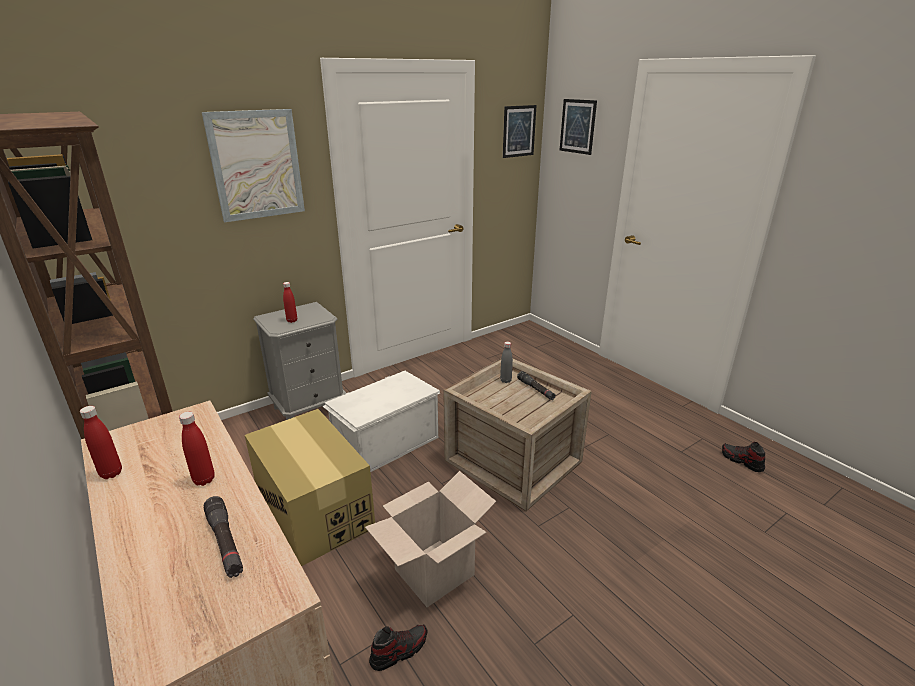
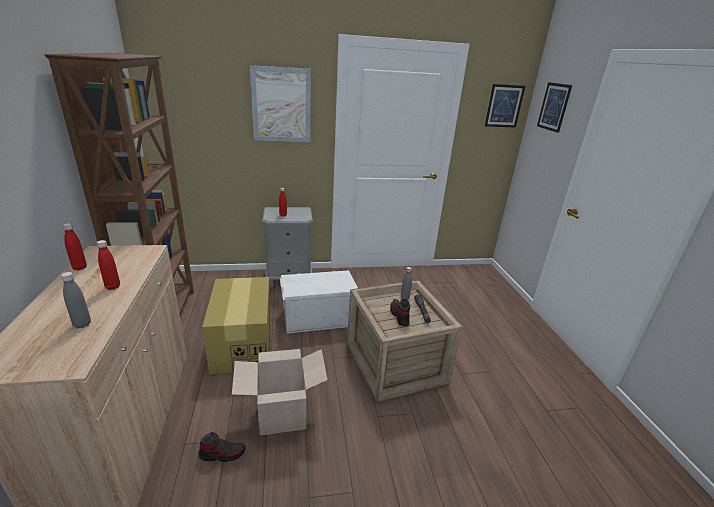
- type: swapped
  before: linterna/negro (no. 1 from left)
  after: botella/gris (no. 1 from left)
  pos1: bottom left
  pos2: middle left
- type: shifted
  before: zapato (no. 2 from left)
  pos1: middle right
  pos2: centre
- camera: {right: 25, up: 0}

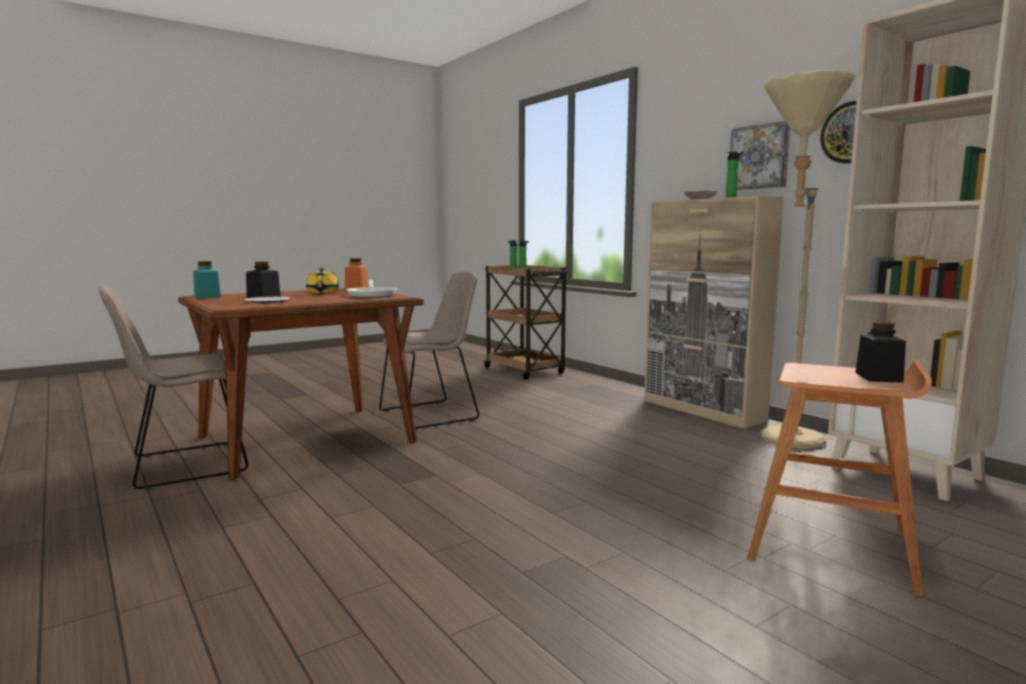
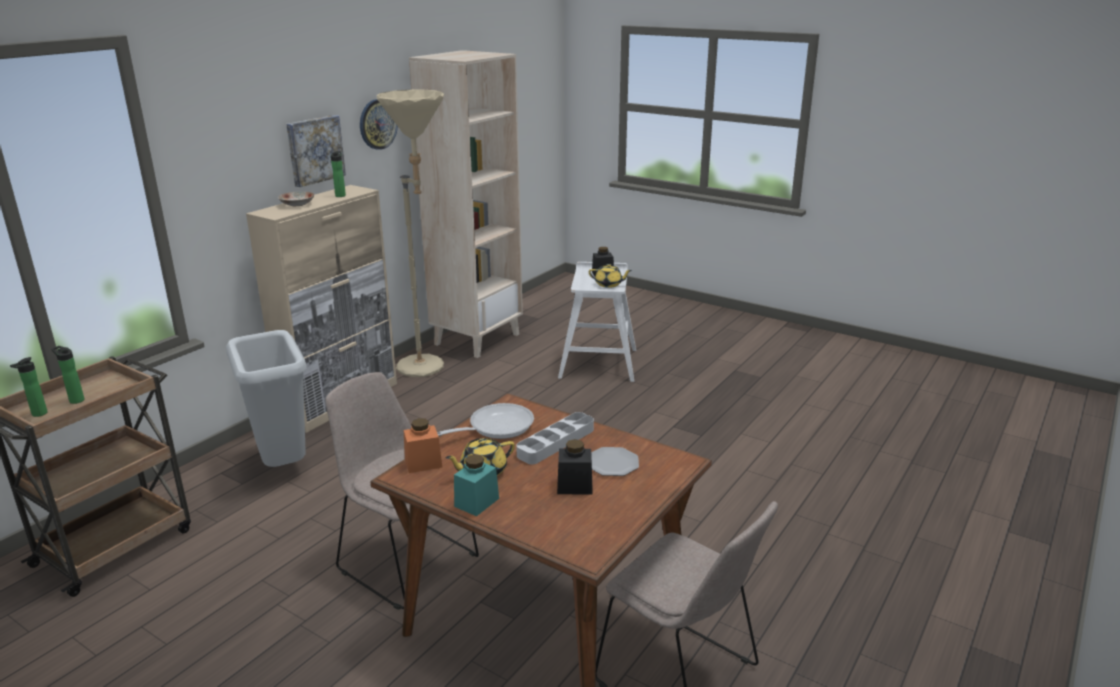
- type: new
  after: papelera/gris
  pos2: middle left
- type: shifted
  before: tarro/turquesa
  pos1: middle left
  pos2: bottom centre
- type: new
  after: bandeja/gris
  pos2: centre
- type: repainted
  before: taburete/marrón
  after: taburete/blanco
  pos1: bottom right
  pos2: centre
- type: new
  after: tetera/amarillo (no. 2 from left)
  pos2: centre
- camera: {right: -110, up: 15}

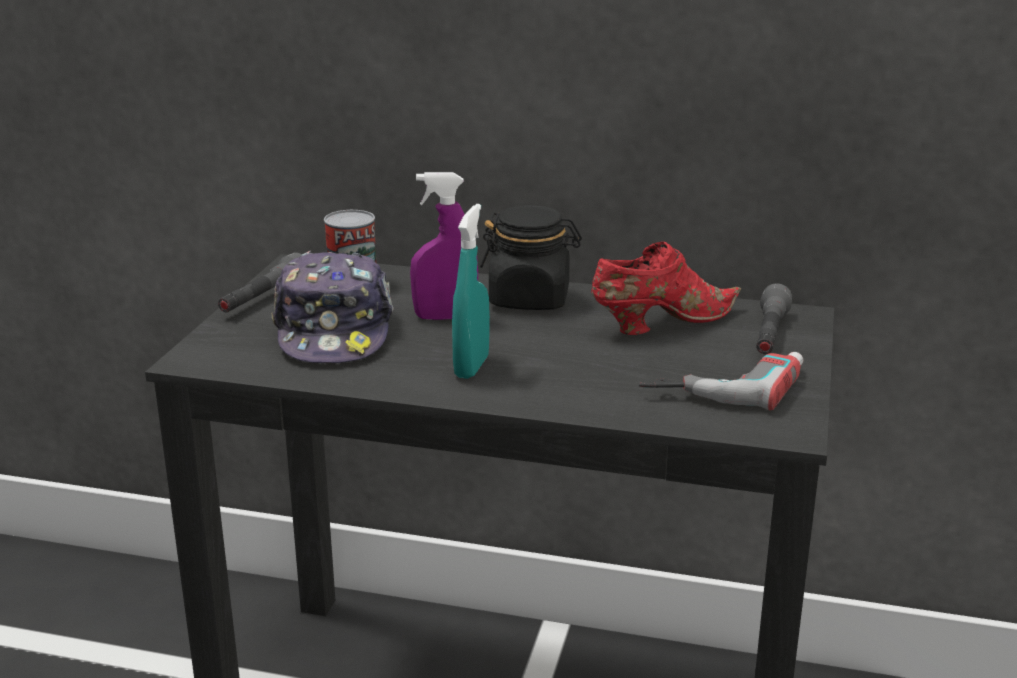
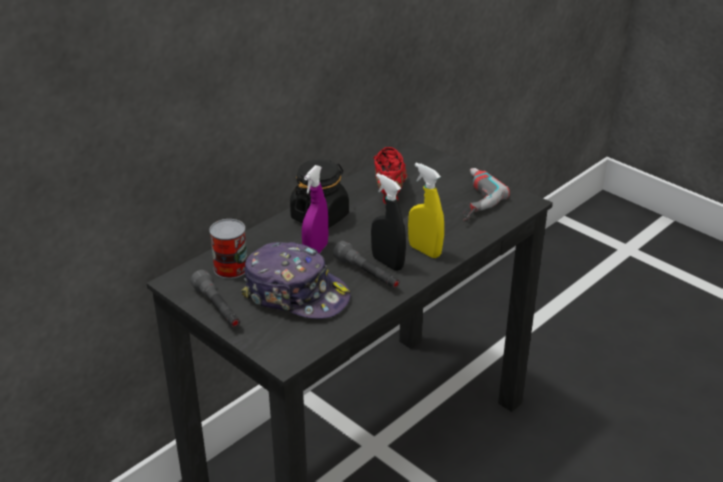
- type: shifted
  before: linterna/gris (no. 2 from left)
  pos1: middle right
  pos2: centre
- type: repainted
  before: pulverizador/turquesa
  after: pulverizador/negro
  pos1: centre
  pos2: centre
- type: new
  after: pulverizador/amarillo
  pos2: centre
- camera: {right: -60, up: 10}

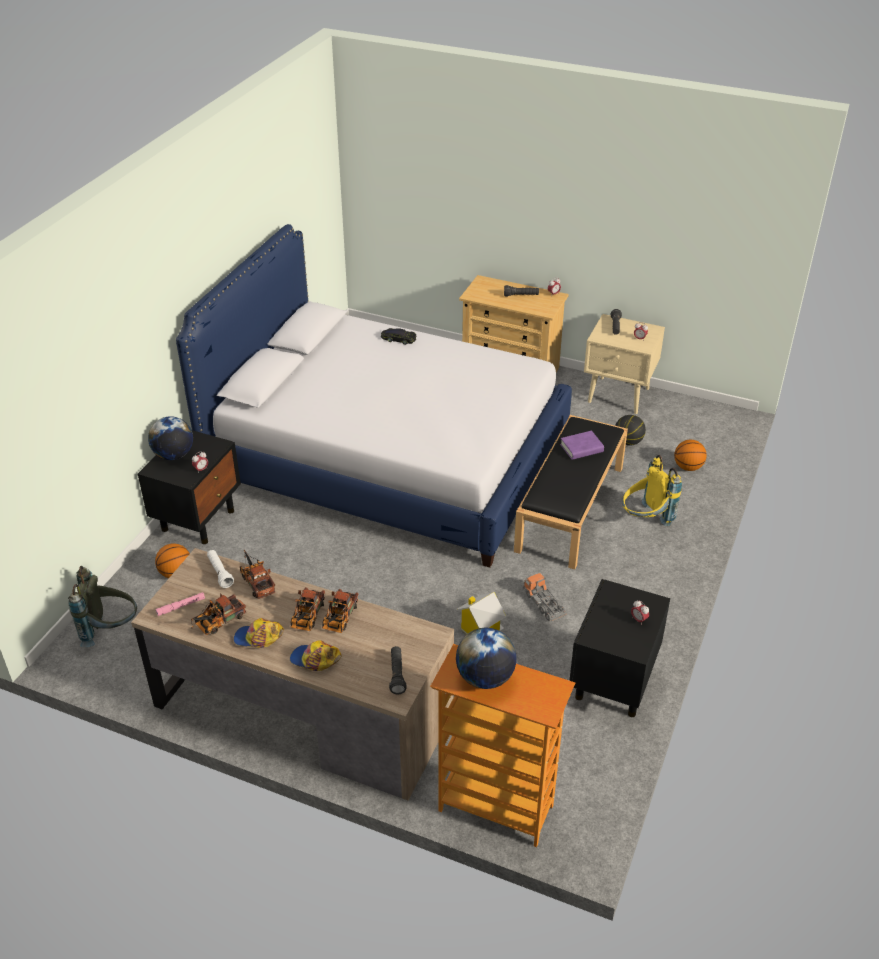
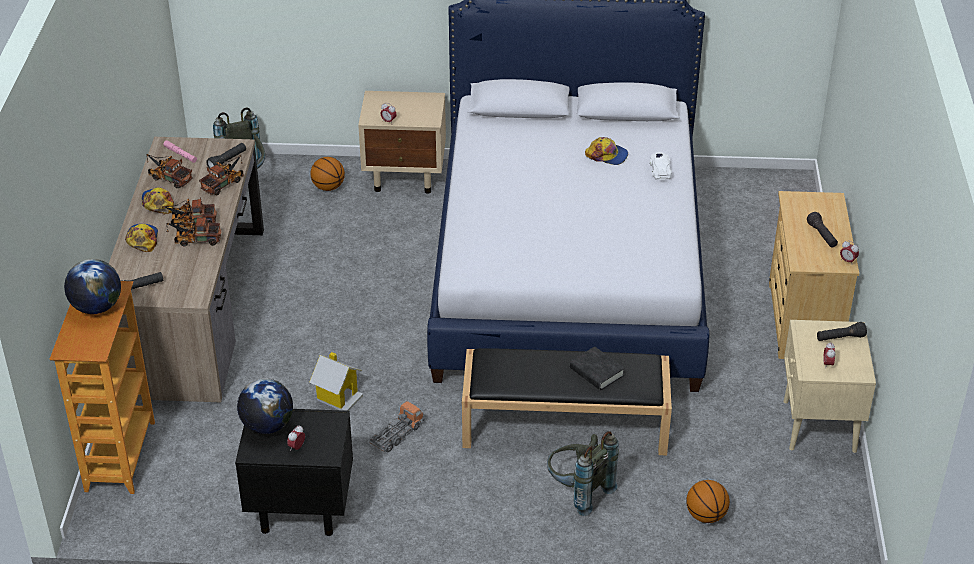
- type: repainted
  before: linterna/blanco
  after: linterna/negro (no. 2 from left)
  pos1: middle left
  pos2: top left
- type: shifted
  before: globo terráqueo (no. 1 from left in the first image)
  after: globo terráqueo (no. 2 from left)
  pos1: middle left
  pos2: bottom left
- type: repainted
  before: mesita de noche/negro (no. 1 from left)
  after: mesita de noche/beis (no. 1 from left)
  pos1: middle left
  pos2: top centre
- type: repainted
  before: mochila/amarillo
  after: mochila/gris (no. 2 from left)
  pos1: middle right
  pos2: bottom centre
- type: repainted
  before: libro/morado
  after: libro/negro
  pos1: centre
  pos2: centre
- type: new
  after: gorra (no. 3 from left)
  pos2: top centre
- type: repainted
  before: coche de juguete/negro
  after: coche de juguete/blanco
  pos1: centre
  pos2: top right
- type: gone
  before: balón de baloncesto (no. 2 from left)
  pos1: middle right
- camera: {right: 70, up: 0}

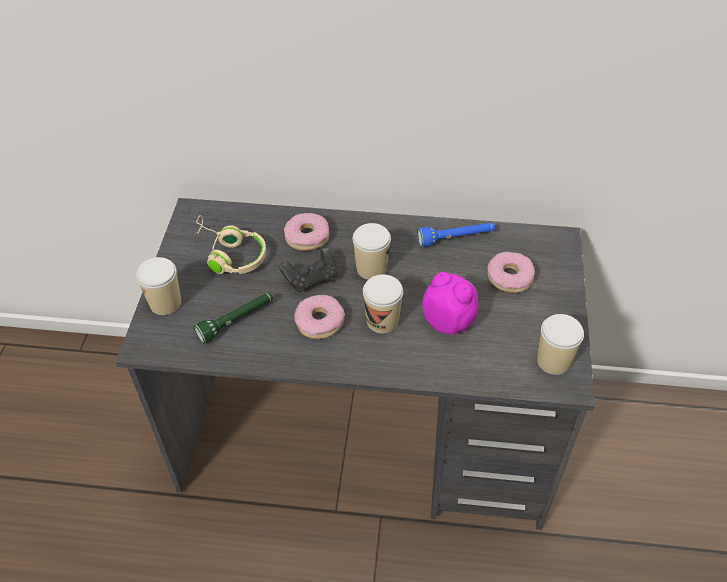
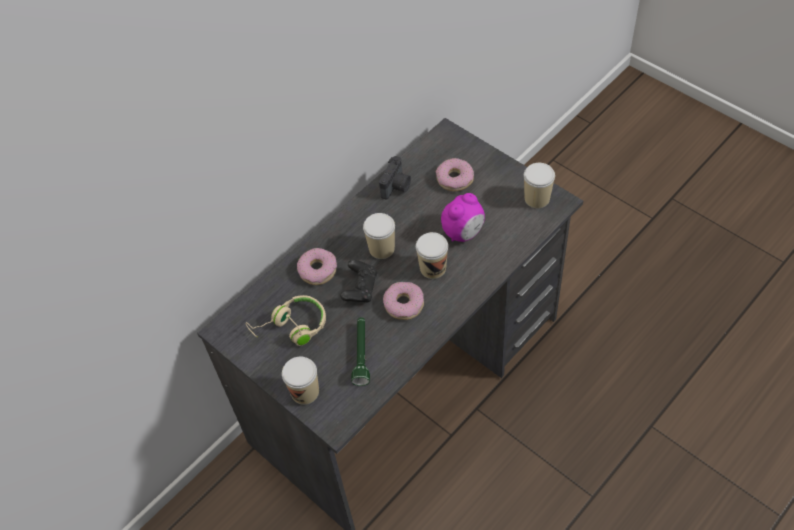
- type: swapped
  before: linterna/azul
  after: cámara
  pos1: centre
  pos2: centre
- type: rotated
  before: despertador
  pos1: centre
  pos2: centre
  turn: 150
- camera: {right: -50, up: 5}

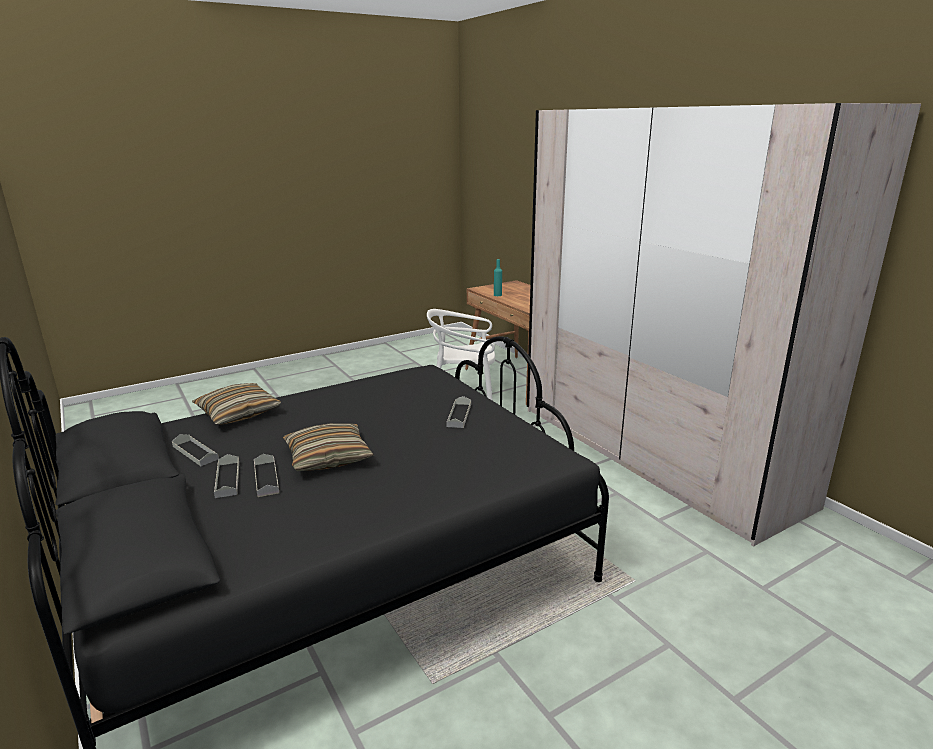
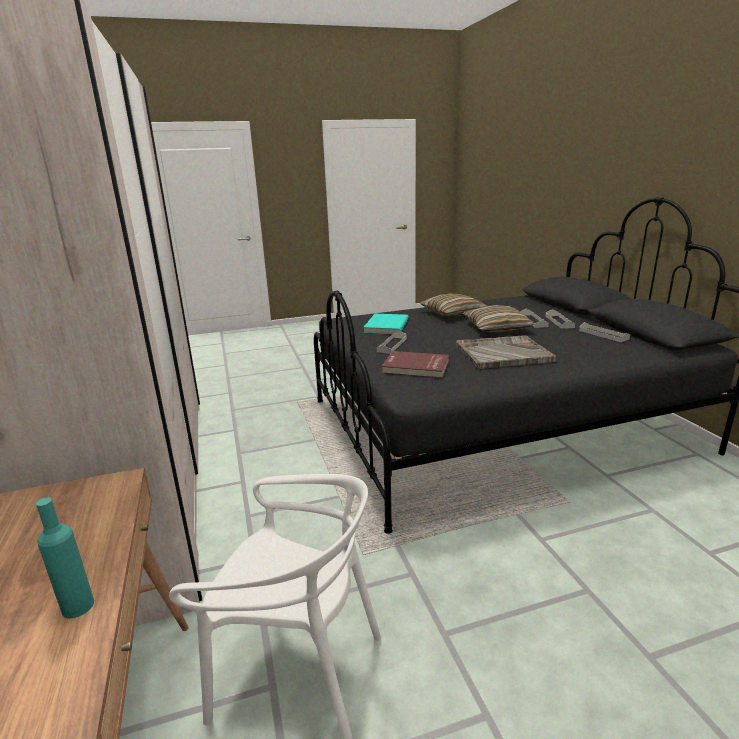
- type: new
  after: libro/turquesa
  pos2: centre
- type: new
  after: libro/rojo
  pos2: centre
- type: shifted
  before: cojín (no. 1 from left)
  pos1: middle left
  pos2: centre
- type: new
  after: bandeja/gris (no. 2 from left)
  pos2: middle right
- camera: {right: -165, up: 0}

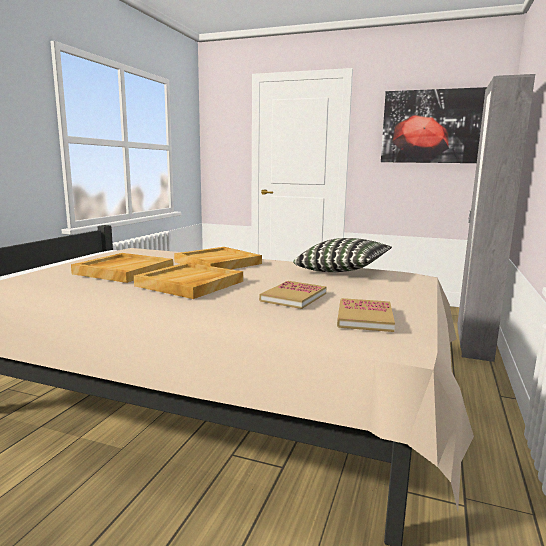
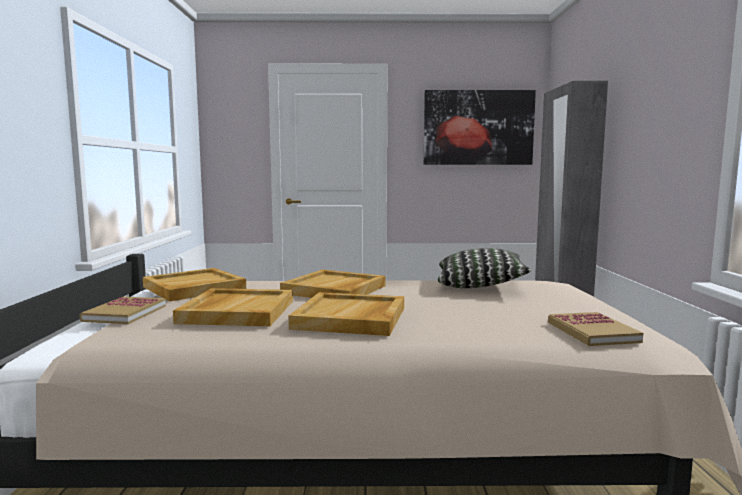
- type: shifted
  before: libro (no. 1 from left)
  pos1: centre
  pos2: middle left
- type: new
  after: bandeja/beis (no. 1 from left)
  pos2: middle left
- camera: {right: -20, up: -5}

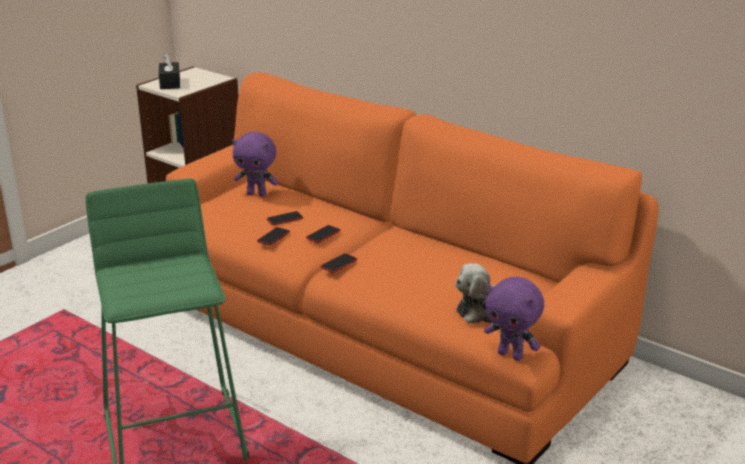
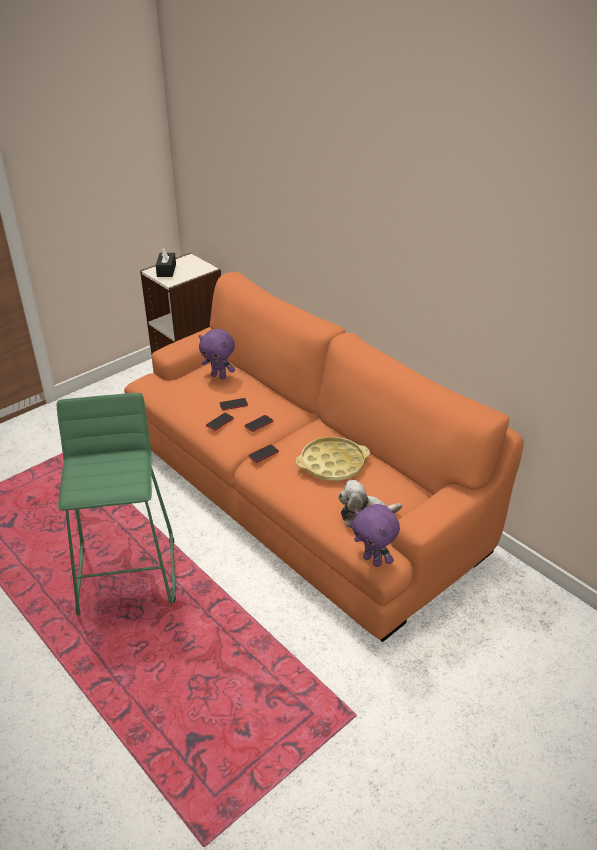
- type: new
  after: bandeja/amarillo
  pos2: centre
- camera: {right: 10, up: 10}

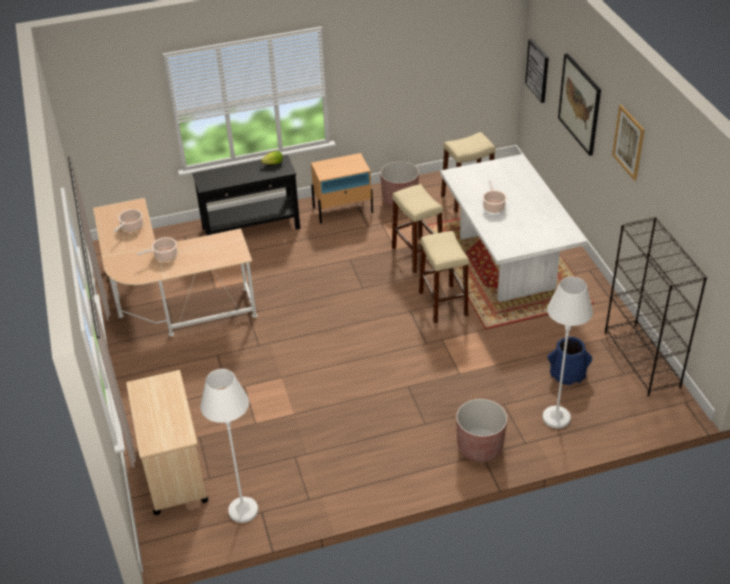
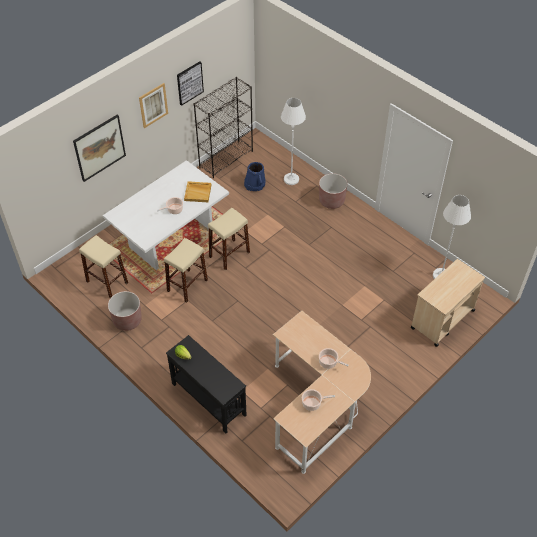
- type: shifted
  before: cuadro (no. 1 from left in the first image)
  after: cuadro (no. 3 from left)
  pos1: top right
  pos2: top centre
- type: new
  after: bandeja/beis
  pos2: centre
- type: gone
  before: mesita de noche/beis
  pos1: top centre
- camera: {right: -120, up: 10}

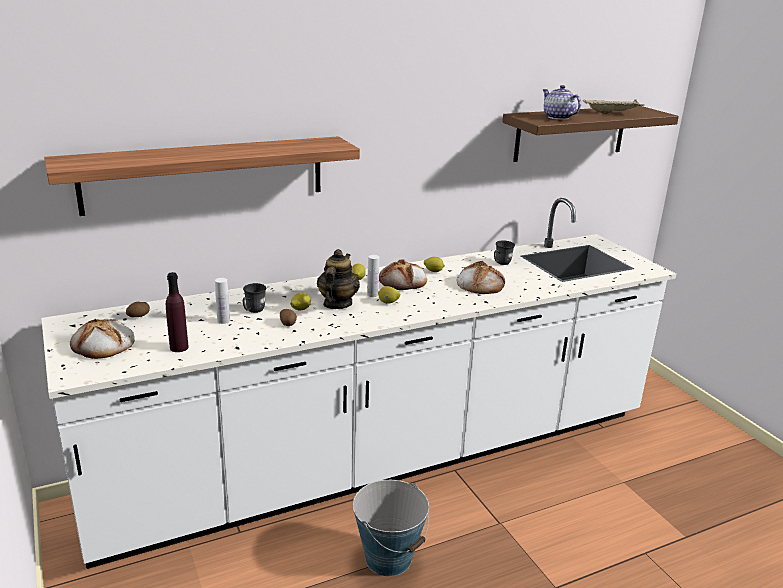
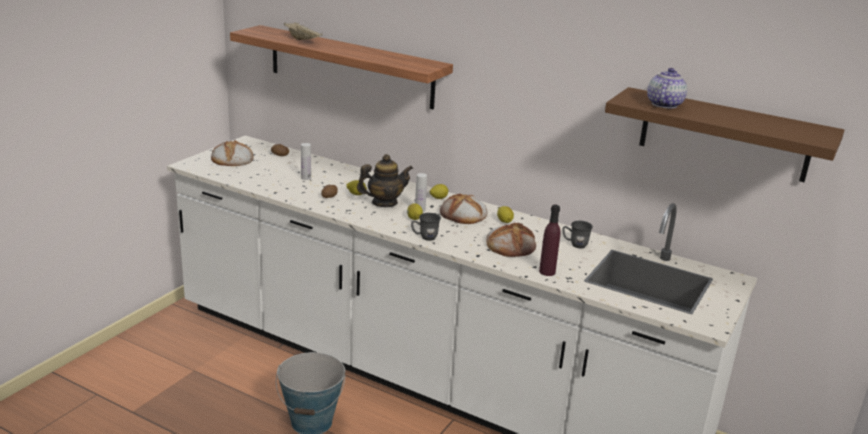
- type: shifted
  before: bandeja/beis
  pos1: top right
  pos2: top centre
- type: shifted
  before: taza grande/gris (no. 1 from left)
  pos1: middle left
  pos2: centre
- type: shifted
  before: botella/morado
  pos1: middle left
  pos2: centre
- camera: {right: 55, up: 0}

